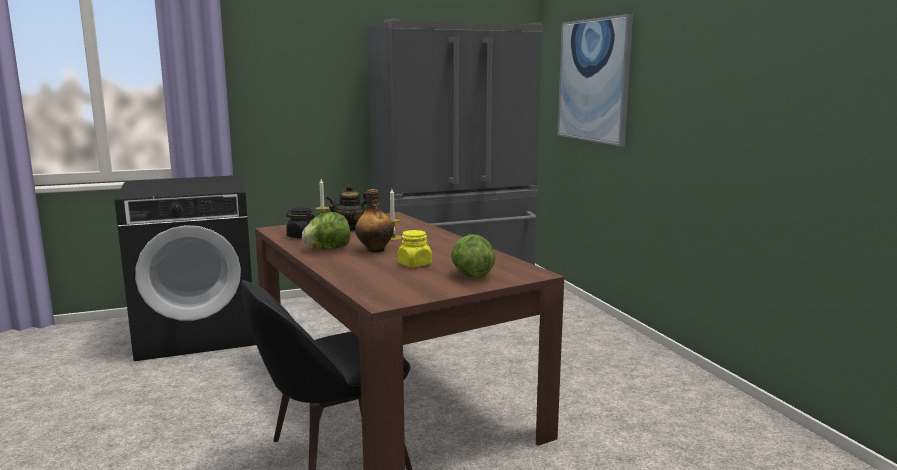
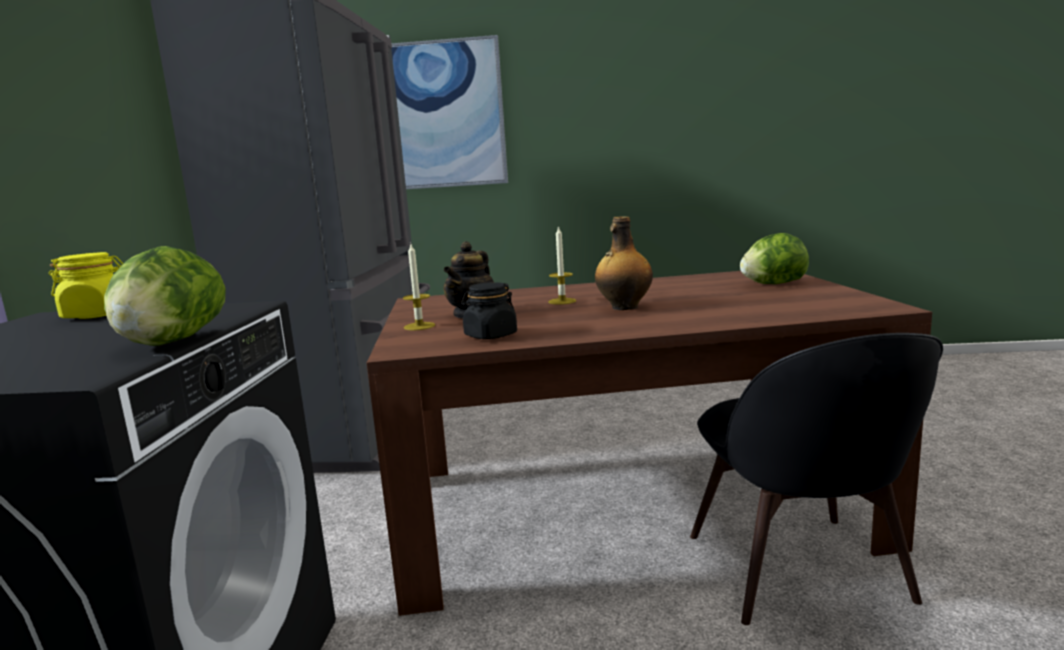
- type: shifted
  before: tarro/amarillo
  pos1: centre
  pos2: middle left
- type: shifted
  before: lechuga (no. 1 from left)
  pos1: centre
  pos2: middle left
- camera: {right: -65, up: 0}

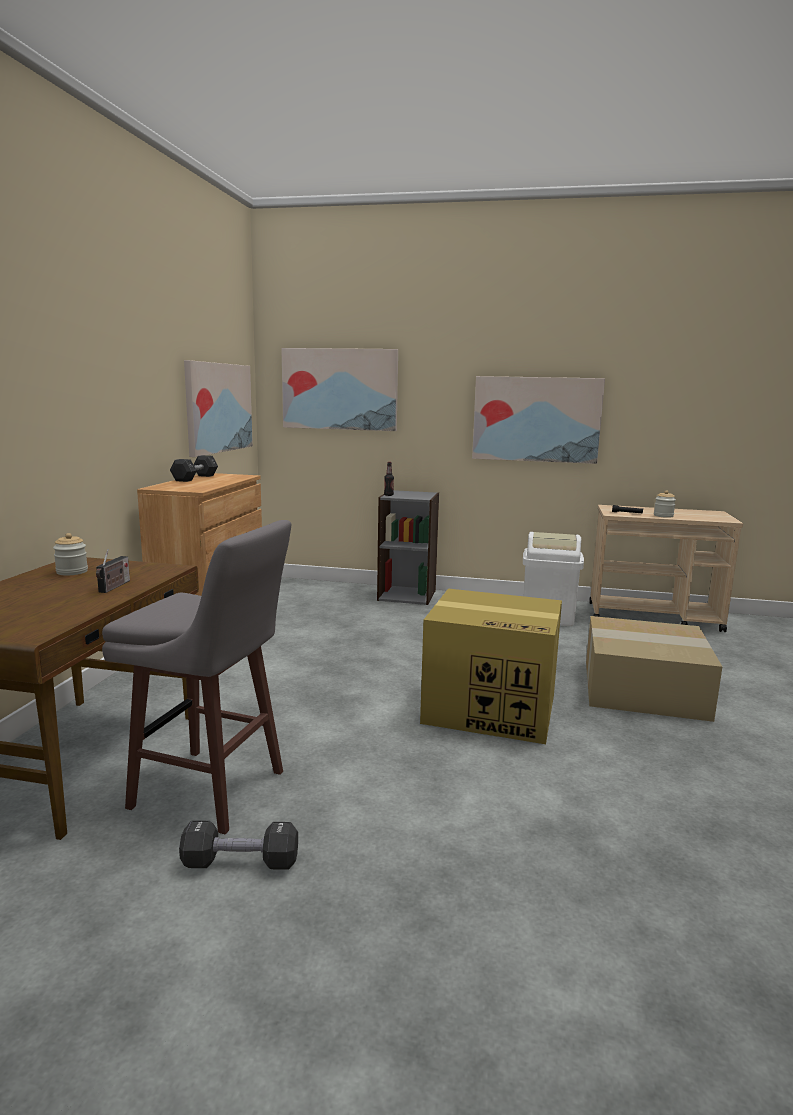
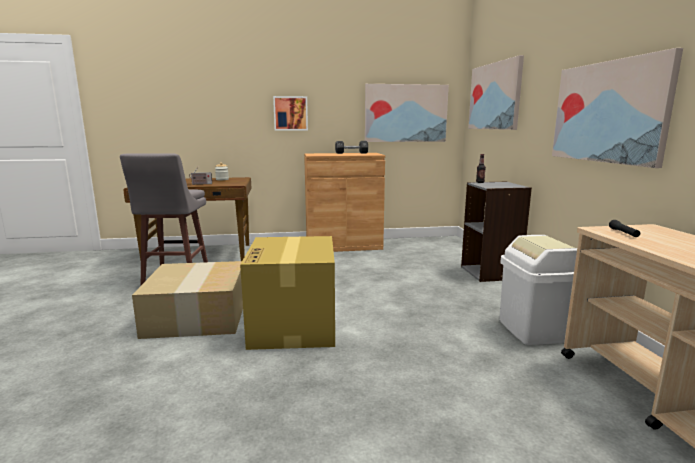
- type: shifted
  before: caja de cartón (no. 2 from left in the first image)
  after: caja de cartón (no. 1 from left)
  pos1: middle right
  pos2: middle left
- type: new
  after: cuadro (no. 1 from left)
  pos2: top centre
- type: gone
  before: mancuerna/negro (no. 2 from left)
  pos1: bottom left
- type: gone
  before: tarro (no. 2 from left)
  pos1: middle right
- camera: {right: 70, up: 0}

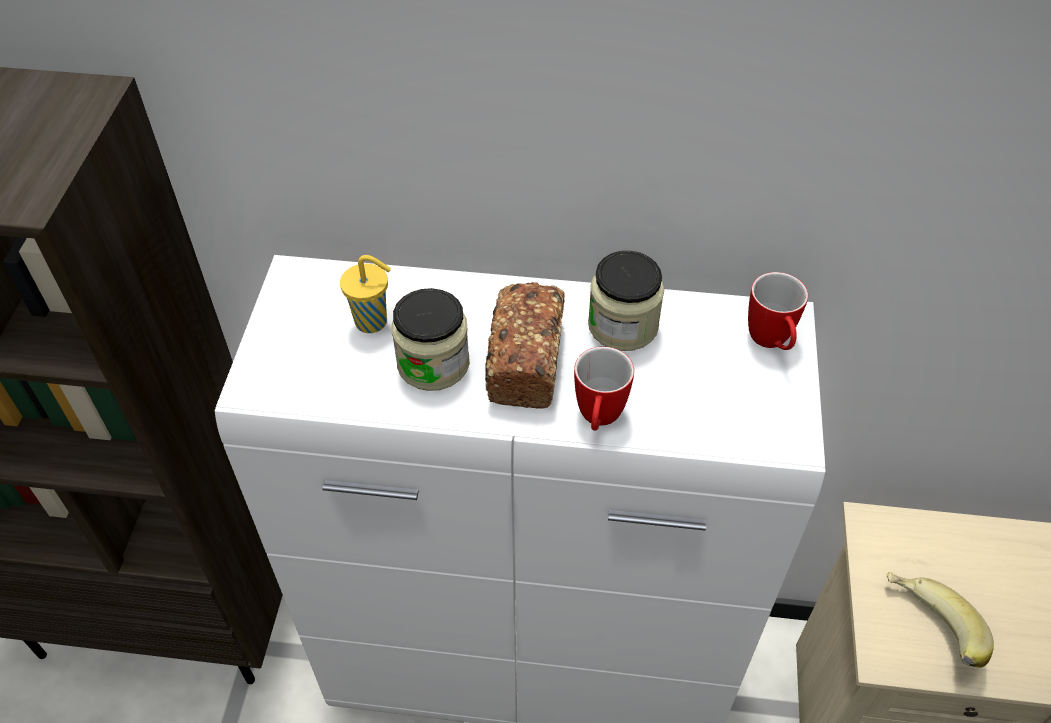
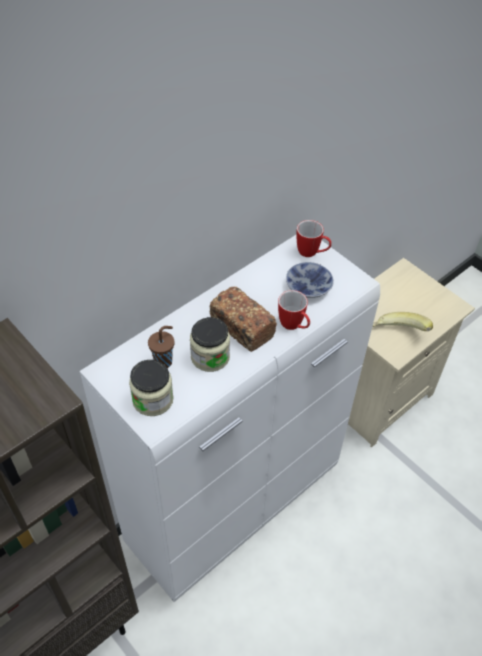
- type: shifted
  before: tarro (no. 2 from left in the first image)
  after: tarro (no. 1 from left)
  pos1: centre
  pos2: middle left
- type: repainted
  before: taza/amarillo
  after: taza/marrón
  pos1: centre
  pos2: centre
- type: new
  after: cuenco
  pos2: centre
- camera: {right: -50, up: 0}

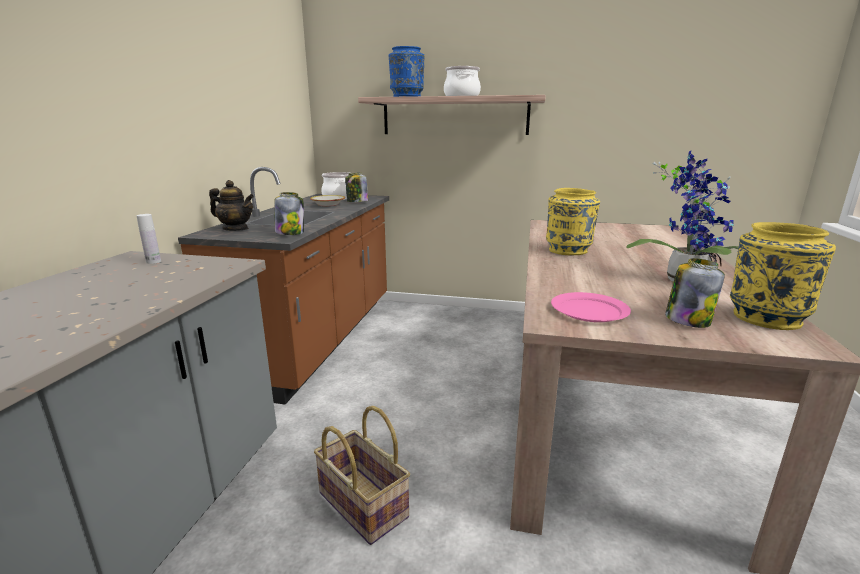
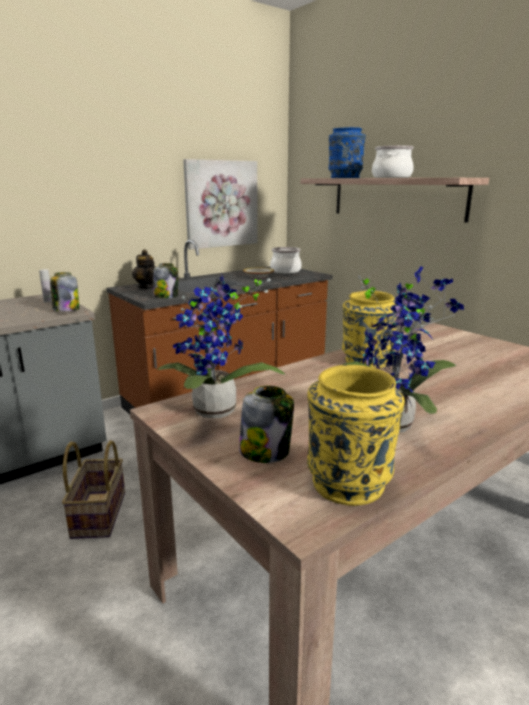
- type: shifted
  before: tarro (no. 2 from left in the first image)
  after: tarro (no. 1 from left)
  pos1: top centre
  pos2: middle left
- type: swapped
  before: plato/rosa
  after: planta en maceta (no. 1 from left)
  pos1: middle right
  pos2: centre
- type: new
  after: cuadro
  pos2: top centre
- camera: {right: 40, up: 0}

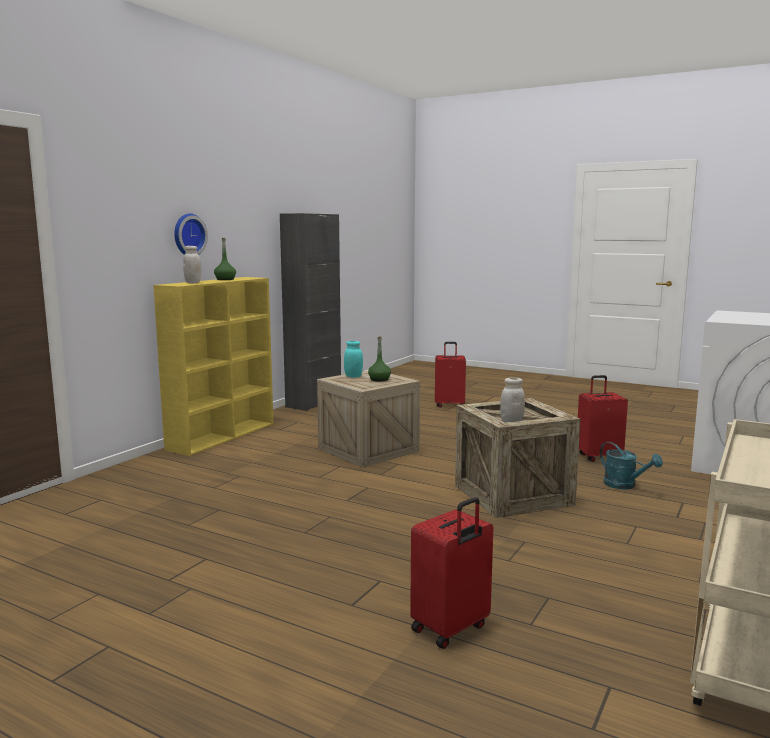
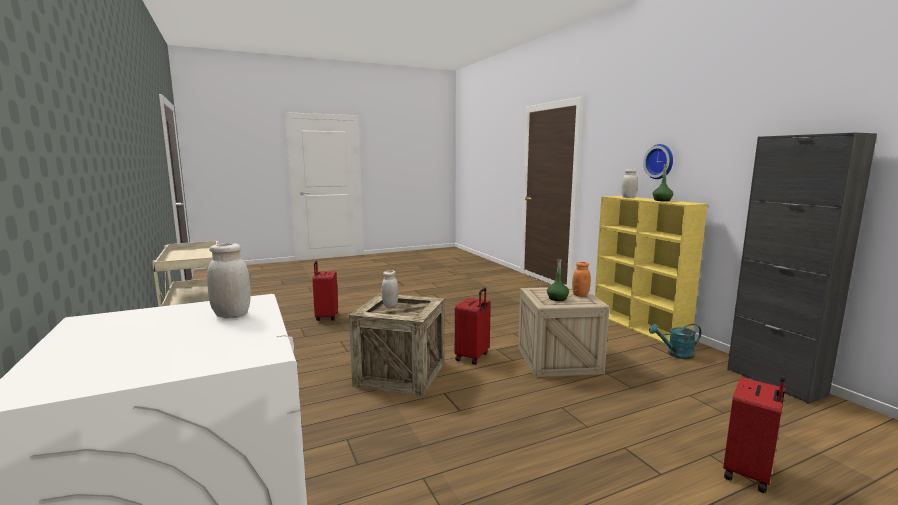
- type: new
  after: tarro/blanco (no. 1 from left)
  pos2: middle left
- type: shifted
  before: maleta/rojo (no. 3 from left in the first image)
  after: maleta/rojo (no. 2 from left)
  pos1: middle right
  pos2: centre
- type: repainted
  before: tarro/turquesa
  after: tarro/naranja
  pos1: centre
  pos2: centre
- type: shifted
  before: regadera/turquesa
  pos1: middle right
  pos2: bottom right
- camera: {right: 125, up: 0}

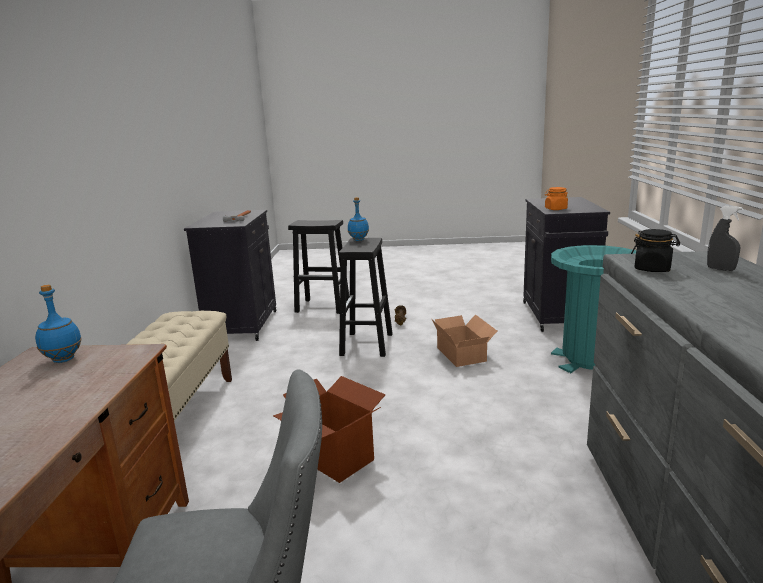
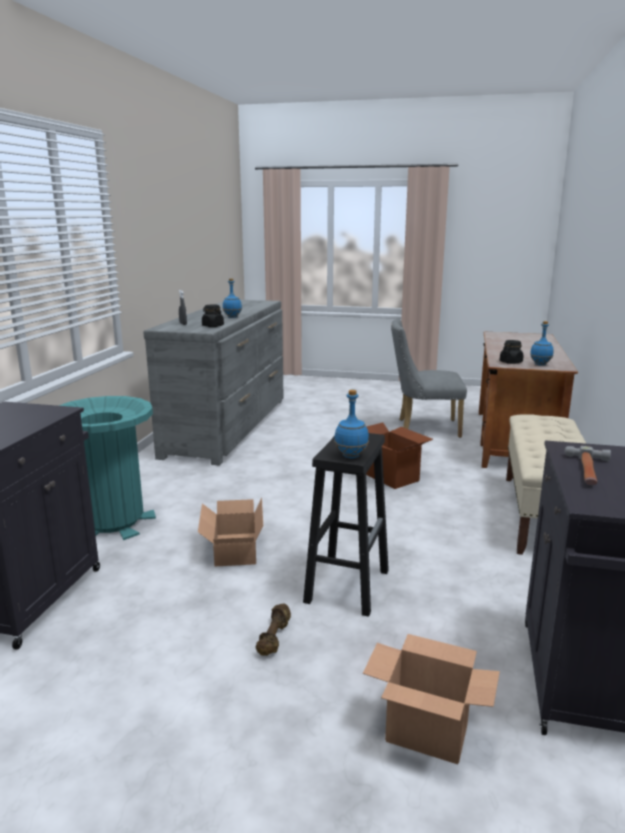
- type: new
  after: botella/azul (no. 1 from left)
  pos2: centre
- type: swapped
  before: taburete/negro (no. 1 from left)
  after: caja de cartón (no. 3 from left)
  pos1: centre
  pos2: bottom right
- type: new
  after: tarro/negro (no. 2 from left)
  pos2: middle right
- type: gone
  before: tarro/naranja
  pos1: middle right
- camera: {right: -170, up: 0}

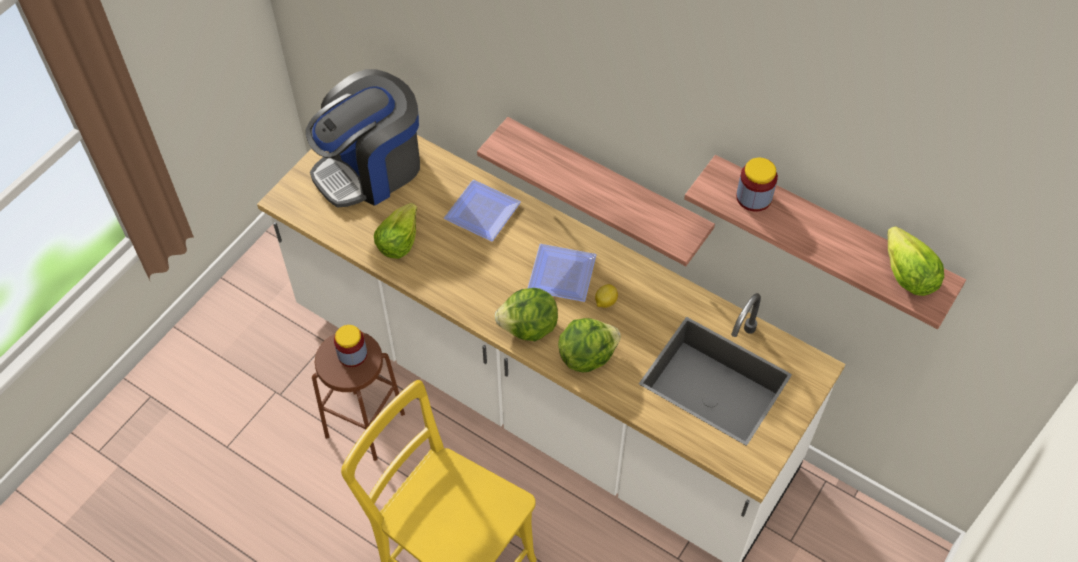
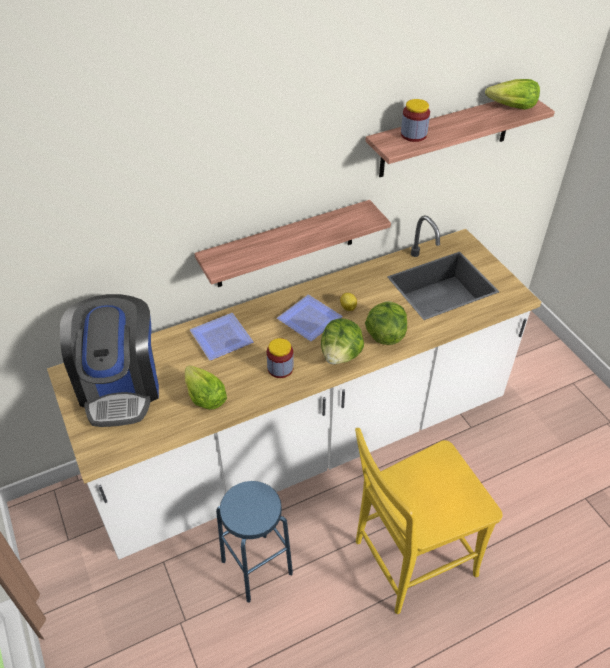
- type: repainted
  before: taburete/marrón
  after: taburete/azul
  pos1: bottom left
  pos2: bottom centre
- type: shifted
  before: tarro (no. 1 from left)
  pos1: middle left
  pos2: centre
- camera: {right: -60, up: -10}

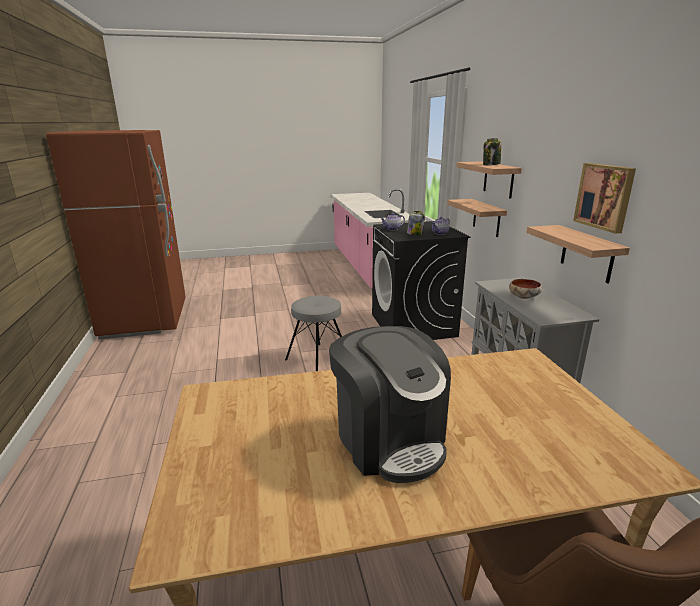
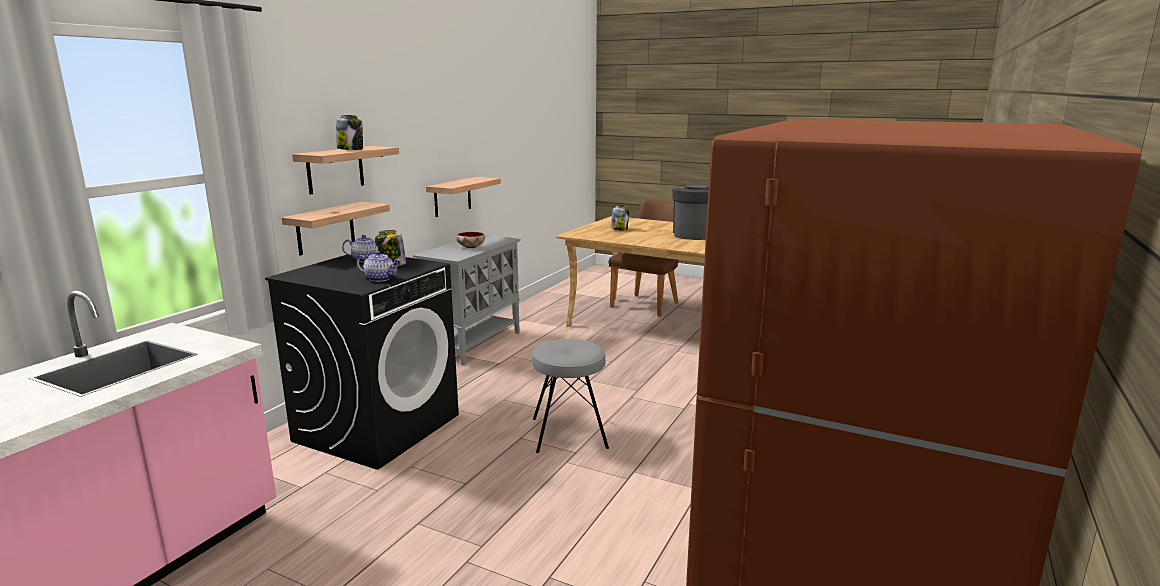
- type: new
  after: tarro (no. 3 from left)
  pos2: centre
- type: gone
  before: cuadro
  pos1: top right
- camera: {right: -140, up: -5}

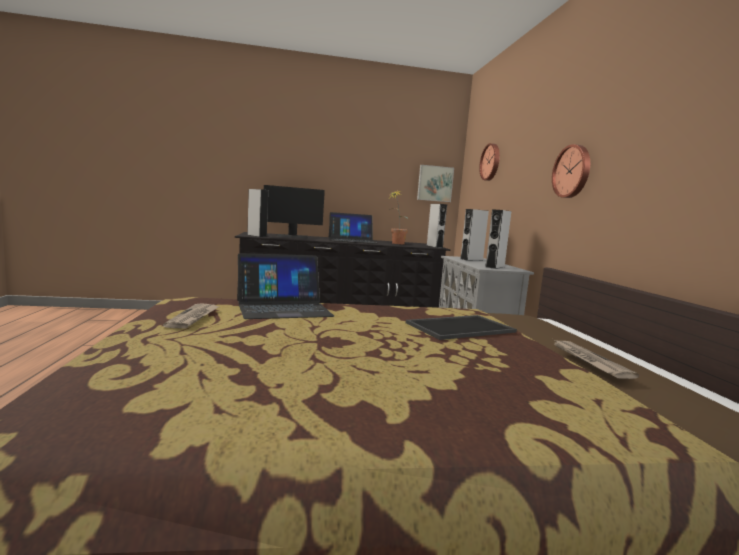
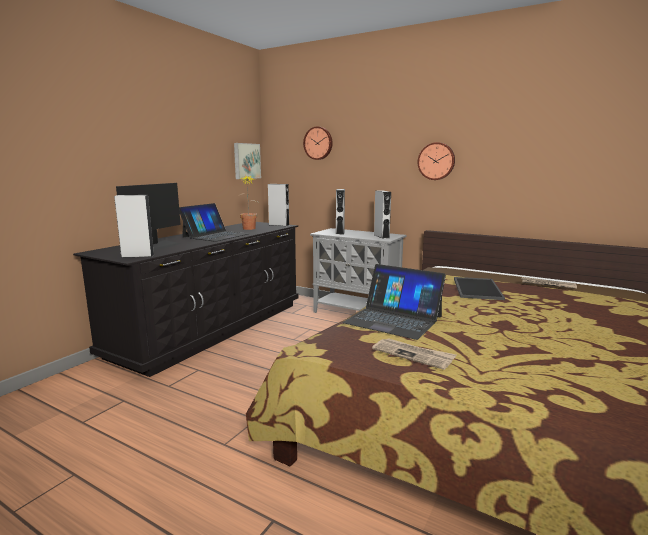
- type: rotated
  before: portátil (no. 1 from left in the first image)
  pos1: centre
  pos2: centre
  turn: 105
- camera: {right: -50, up: 5}

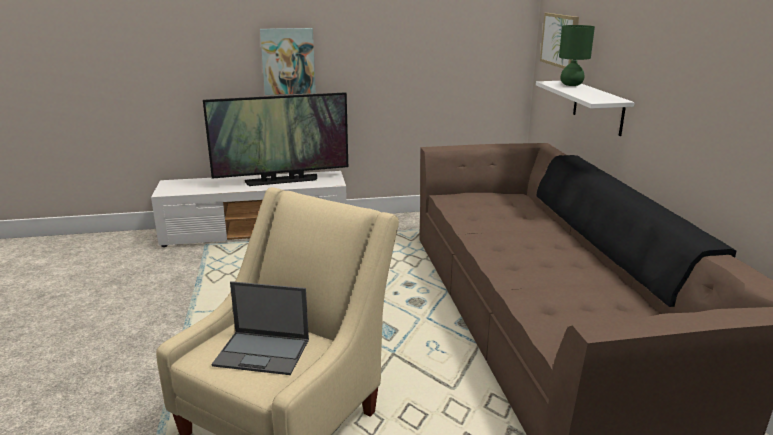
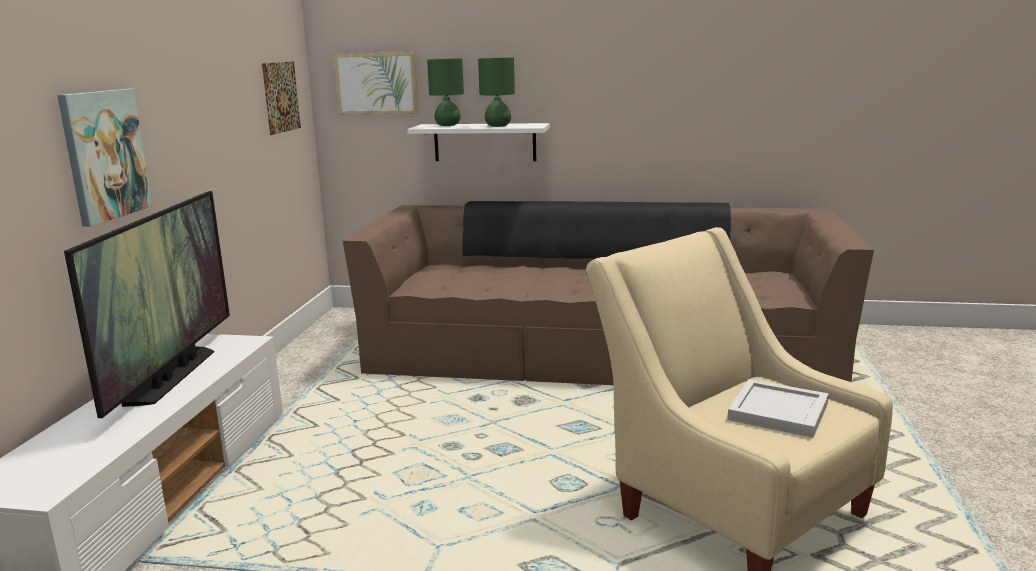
- type: new
  after: cuadro (no. 2 from left)
  pos2: top left
- type: new
  after: lámpara de mesa/verde (no. 2 from left)
  pos2: top centre
- type: swapped
  before: portátil
  after: bandeja/blanco
  pos1: bottom centre
  pos2: bottom right
- camera: {right: -70, up: -5}

